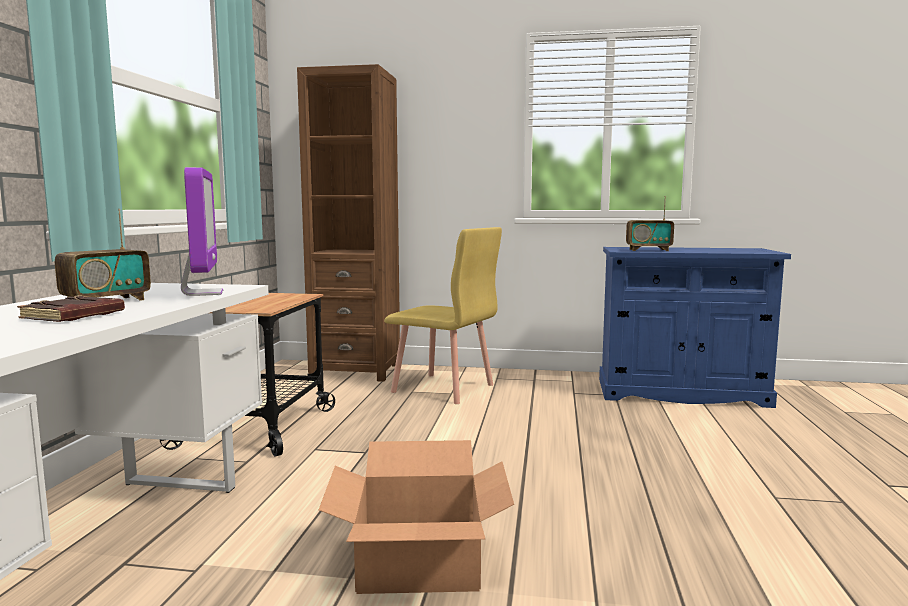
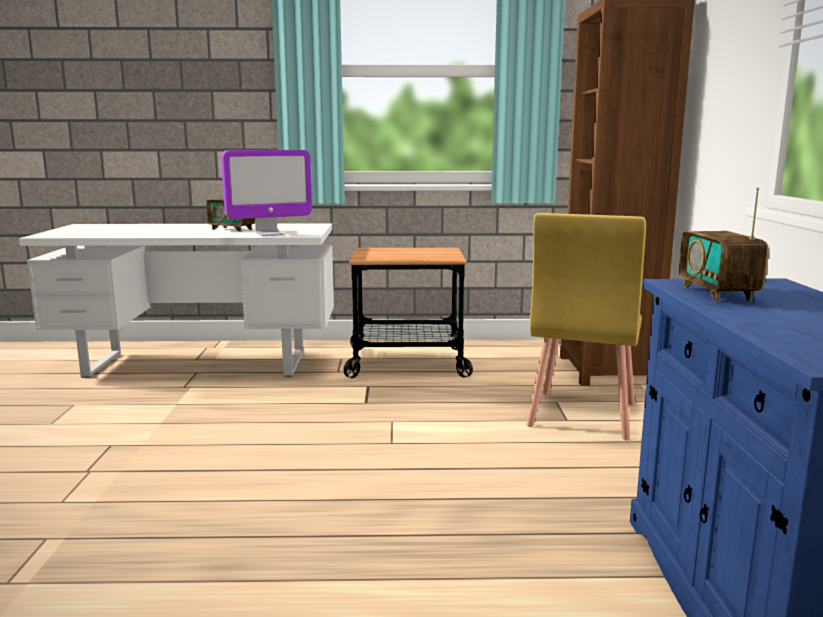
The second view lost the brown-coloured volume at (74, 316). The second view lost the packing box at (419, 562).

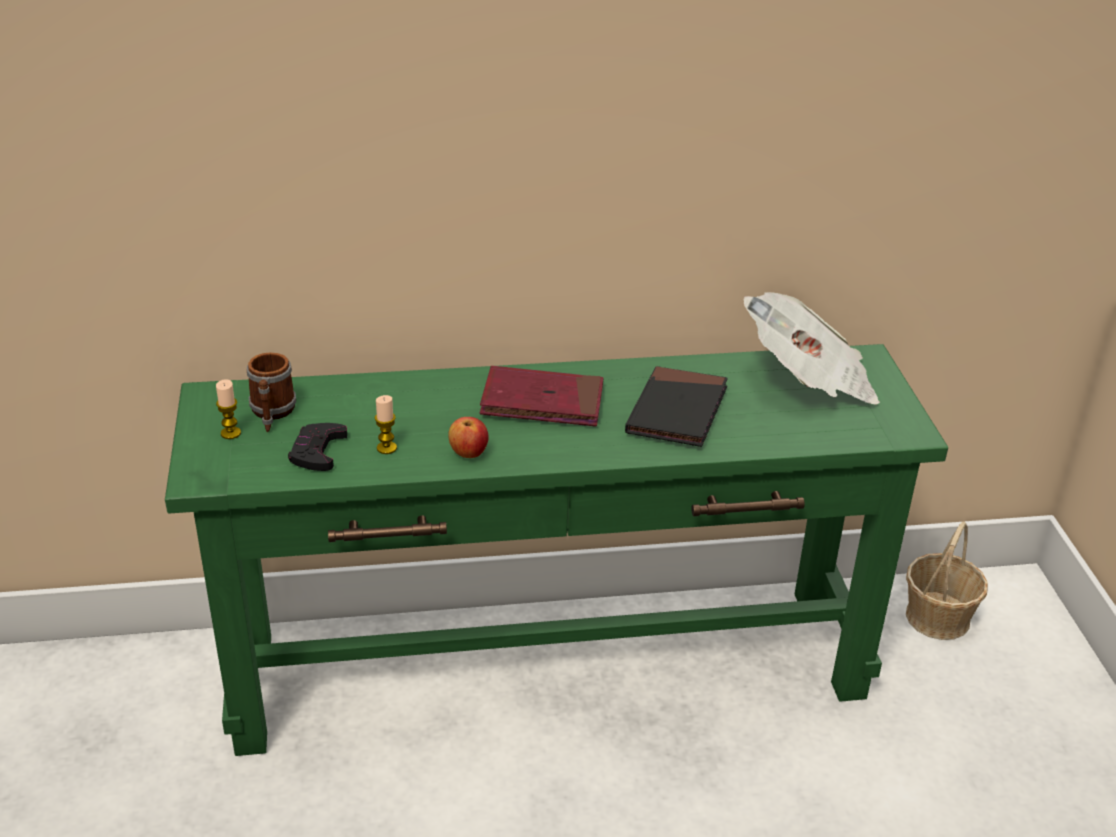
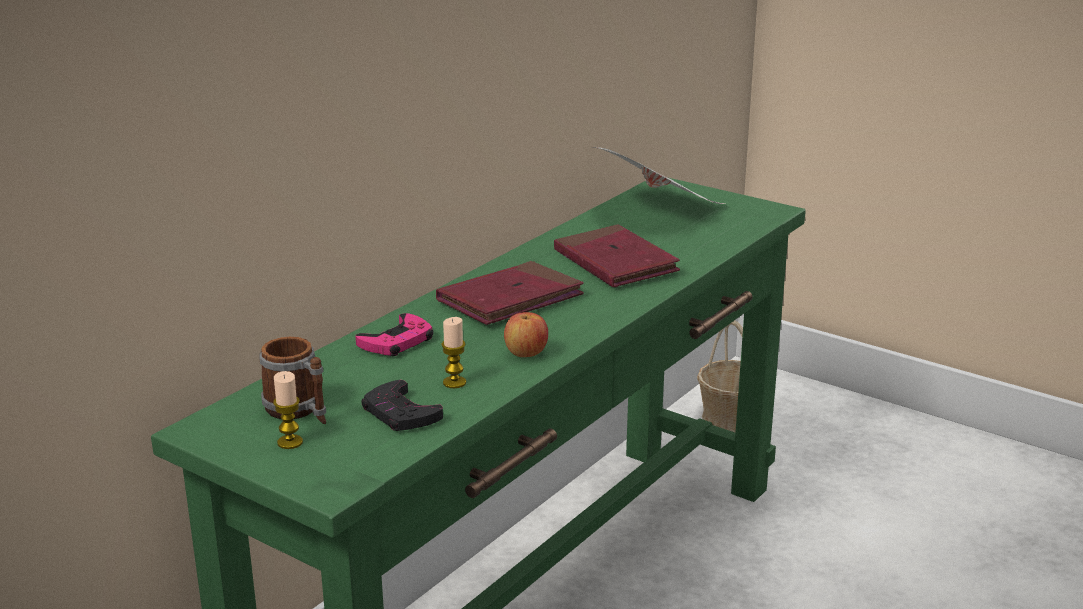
The second view gained the pinkish gamepad at (397, 342). What was the black volume at (677, 412) turned into the red volume at (615, 262).

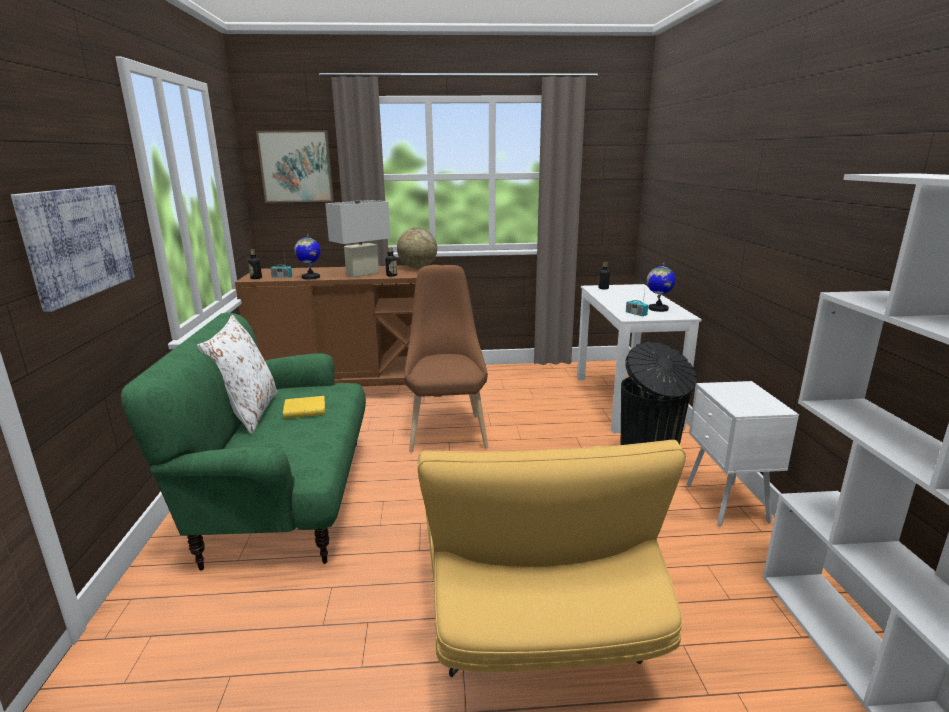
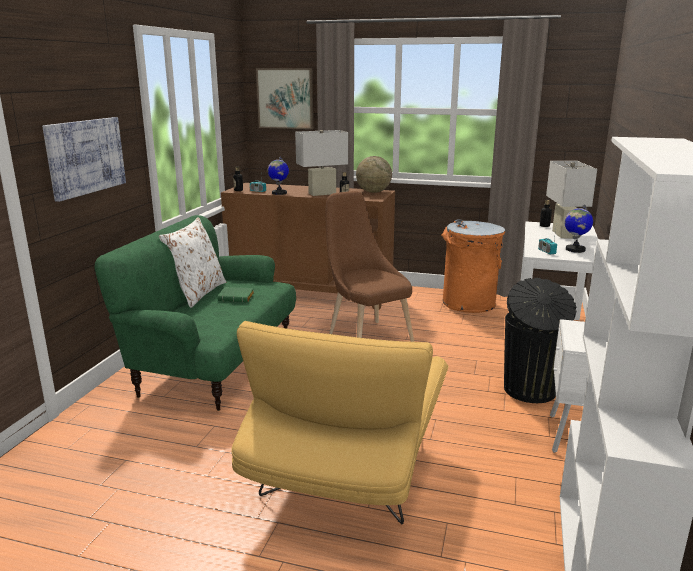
What was the yellowish volume at (306, 410) turned into the green volume at (237, 298). The brown-coloured chair at (447, 430) ended up facing another way, 45 degrees counterclockwise from before. The second view gained the orange waste bin at (468, 304). The second view gained the whitish table lamp at (563, 234).

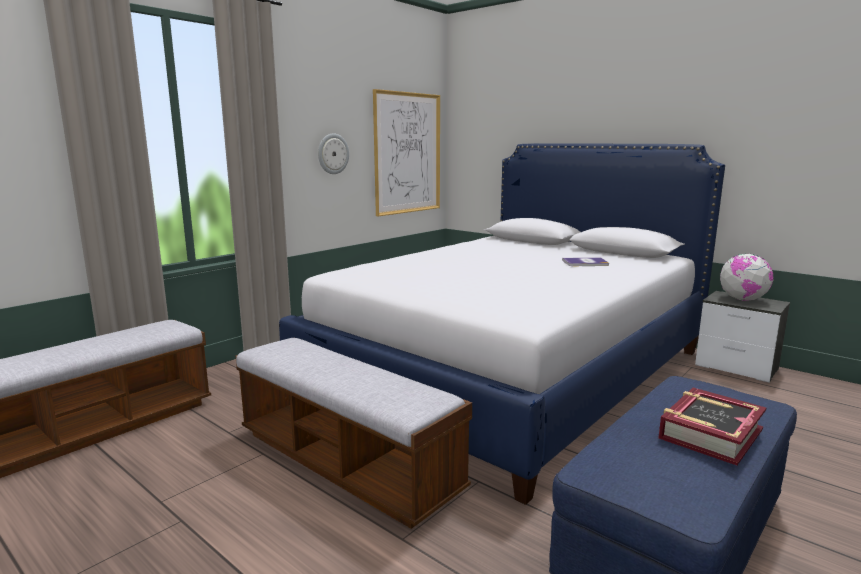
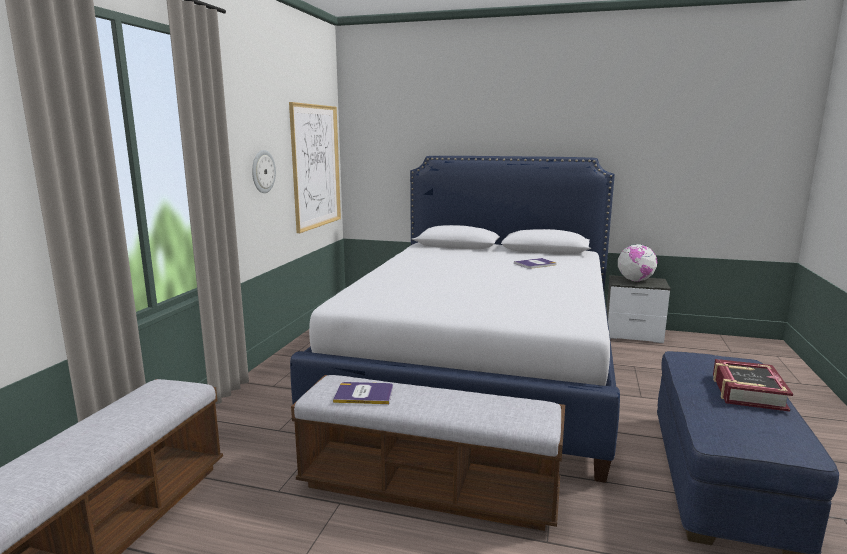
The second view gained the volume at (364, 394).

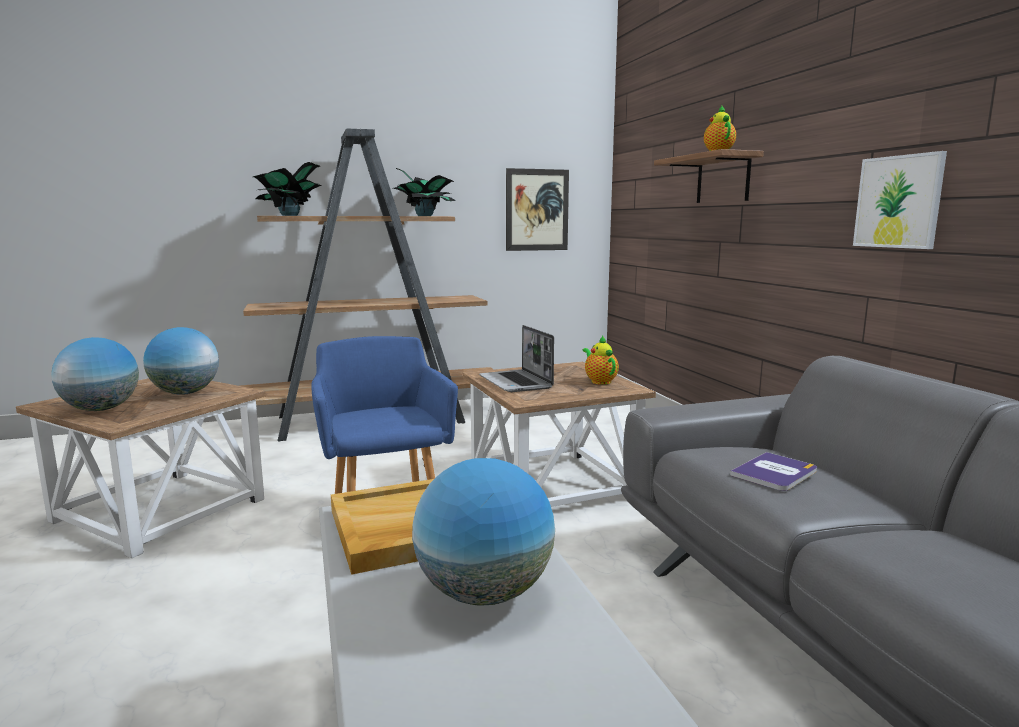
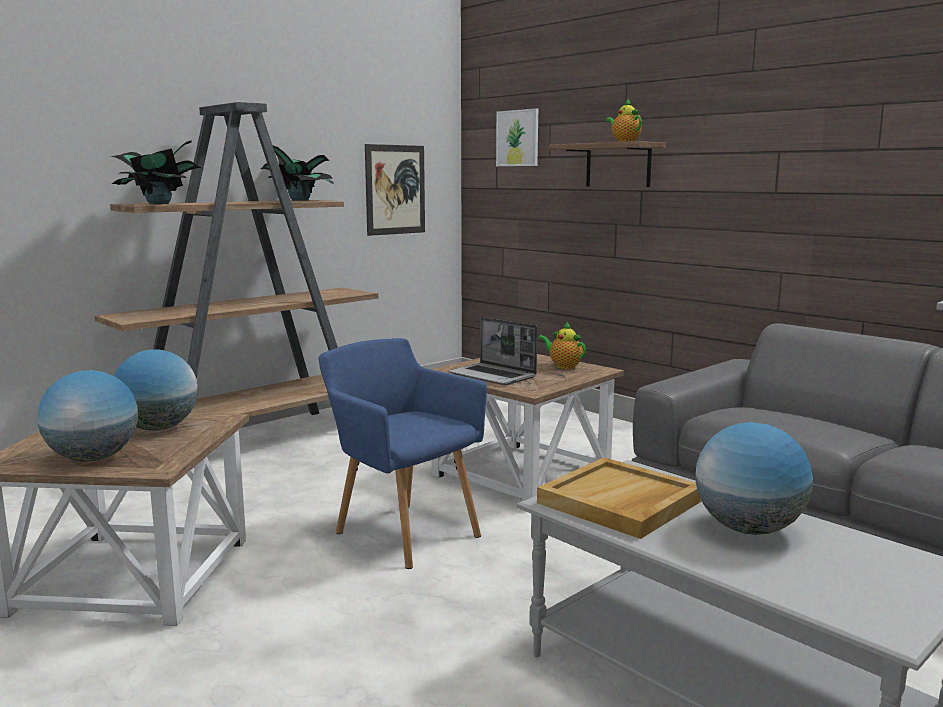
The picture ended up elsewhere, having gone from (898, 202) to (517, 138). The second view lost the volume at (774, 473).

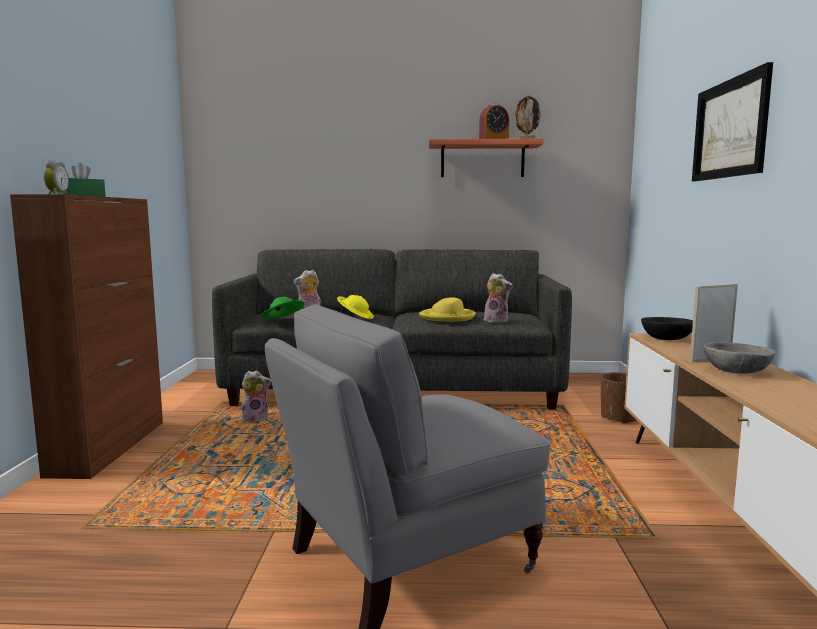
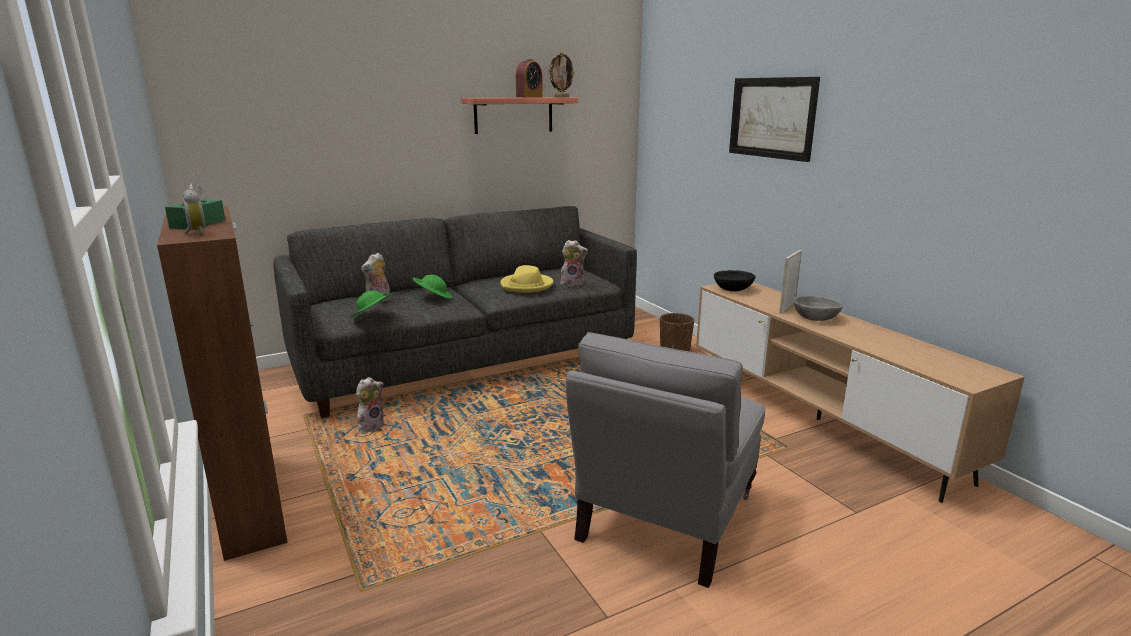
What was the yellowish wearable hat at (355, 317) turned into the green wearable hat at (433, 298).

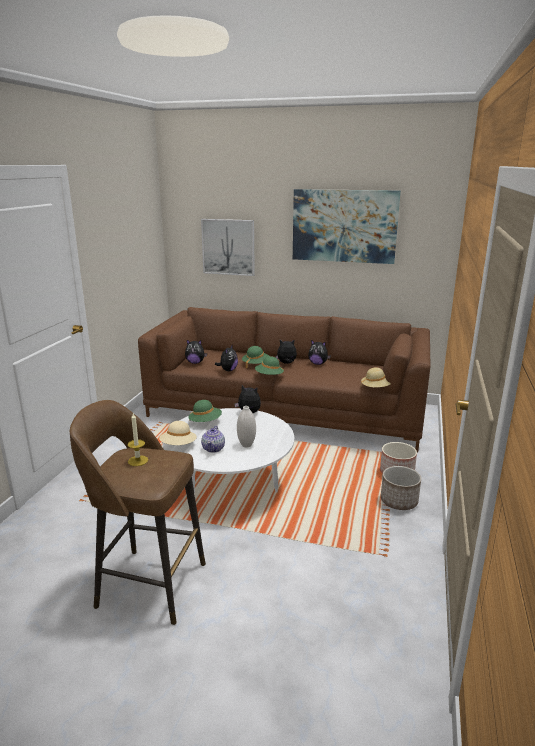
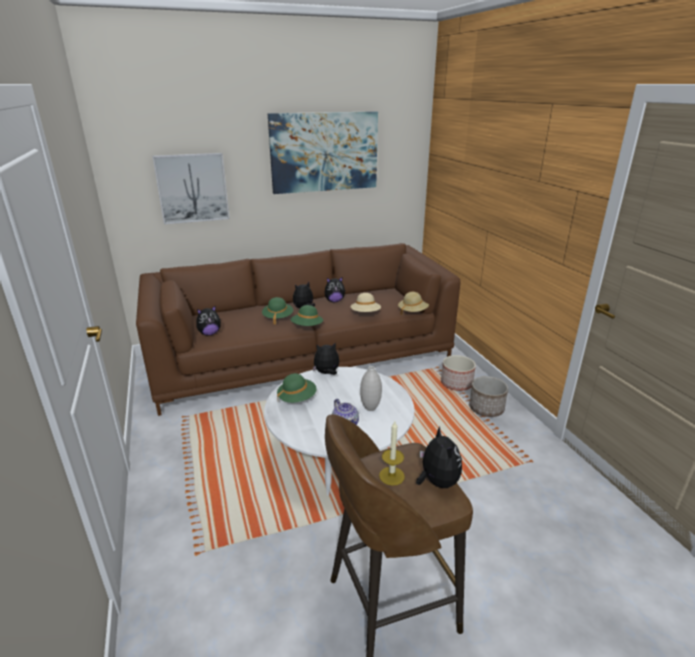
The beige wearable hat ended up elsewhere, having gone from (178, 445) to (365, 313). The cuddly toy ended up elsewhere, having gone from (228, 370) to (437, 482).

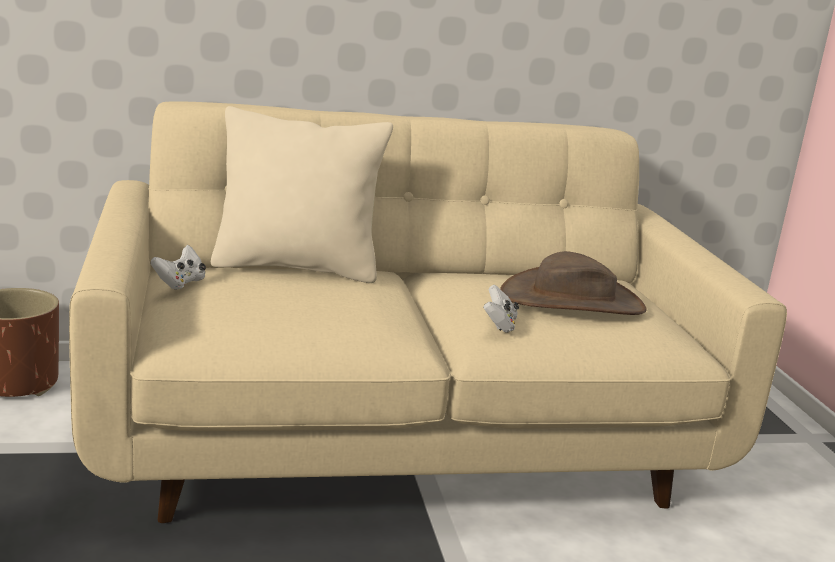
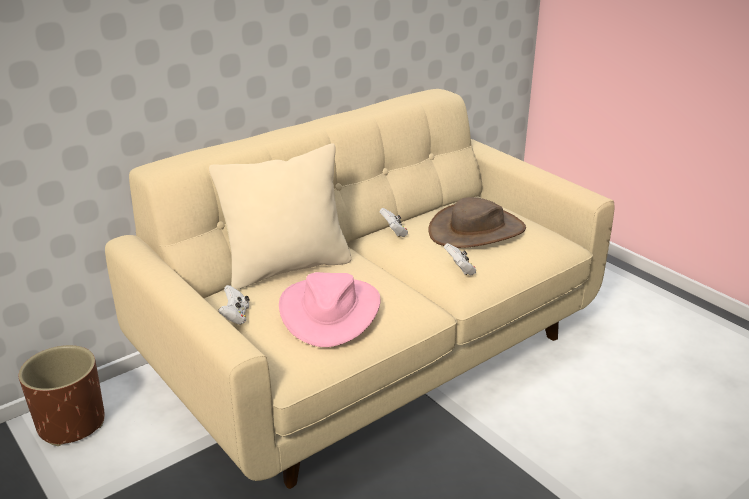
The second view gained the pinkish wearable hat at (329, 311). The second view gained the whitish gamepad at (394, 232).

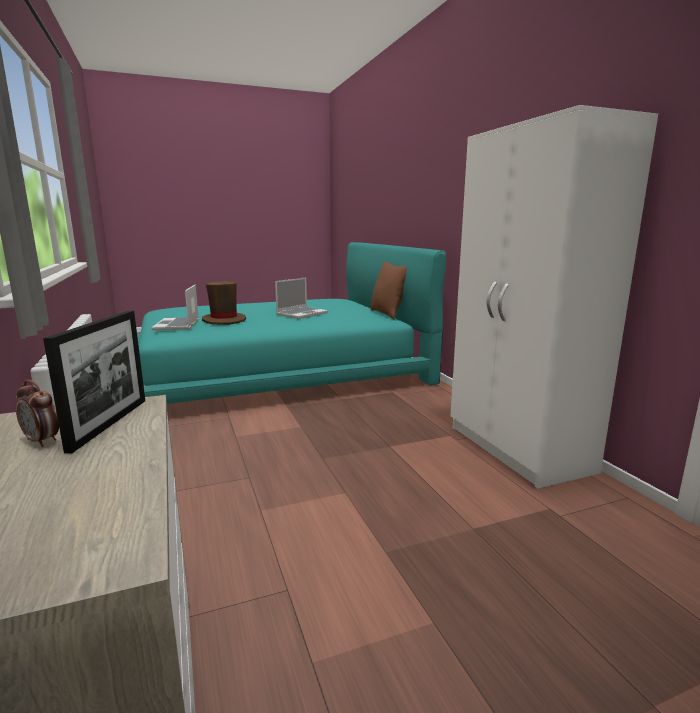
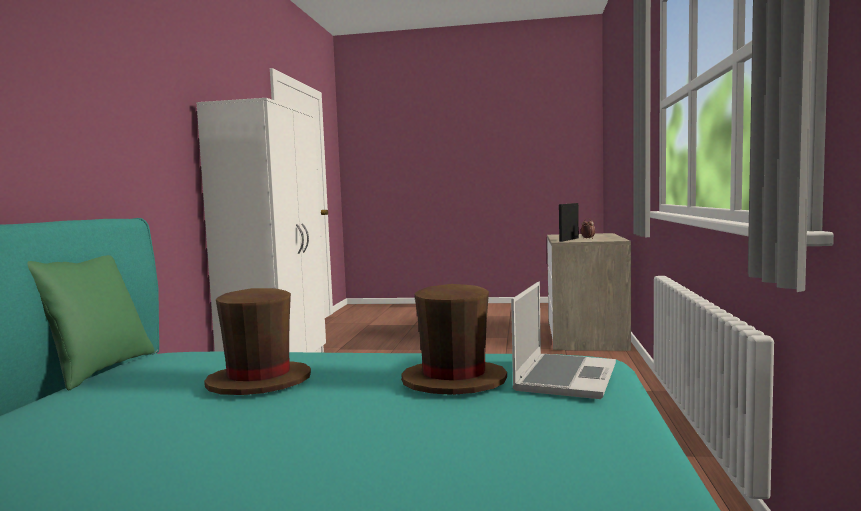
What was the brown-coloured throw pillow at (388, 314) turned into the green throw pillow at (99, 370). Where the notebook computer stood at (302, 314), the brown-coloured wearable hat came to stand at (258, 382).

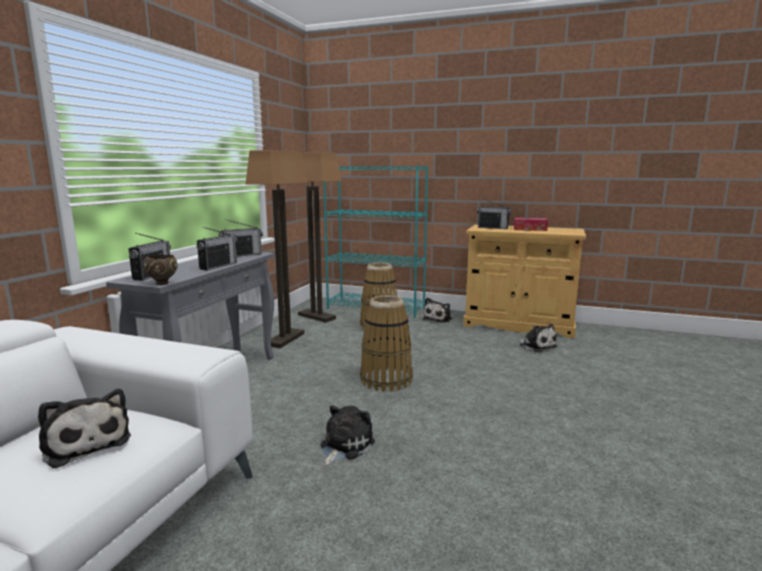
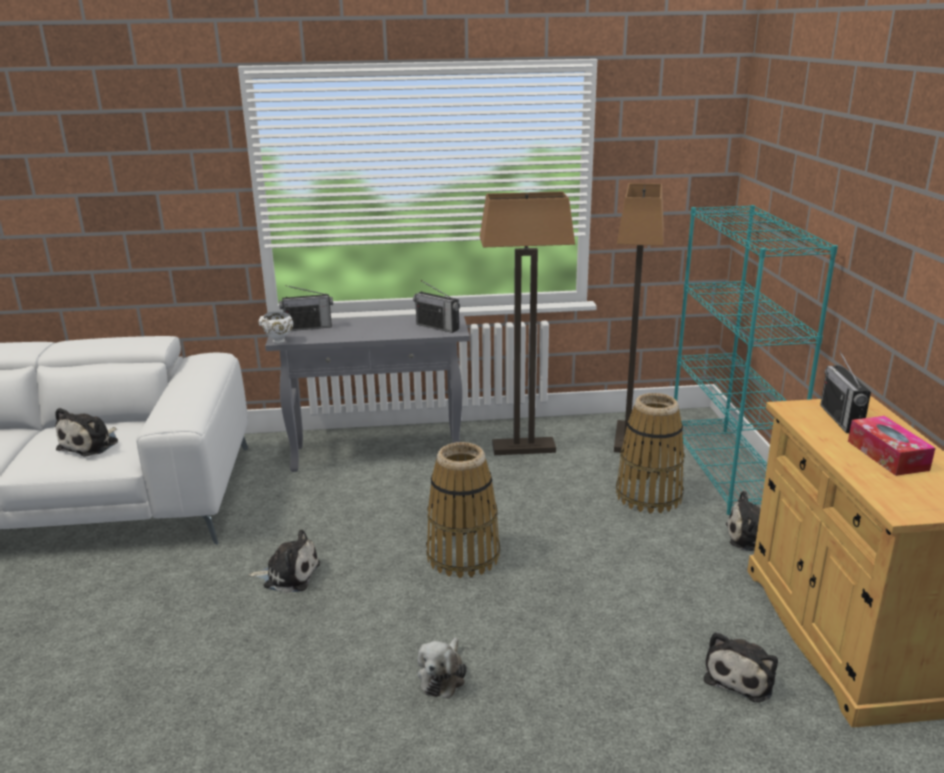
What was the brown-coloured serving bowl at (163, 283) turned into the whitish serving bowl at (279, 341). The second view gained the cuddly toy at (443, 676). The second view lost the radio receiver at (218, 266).

